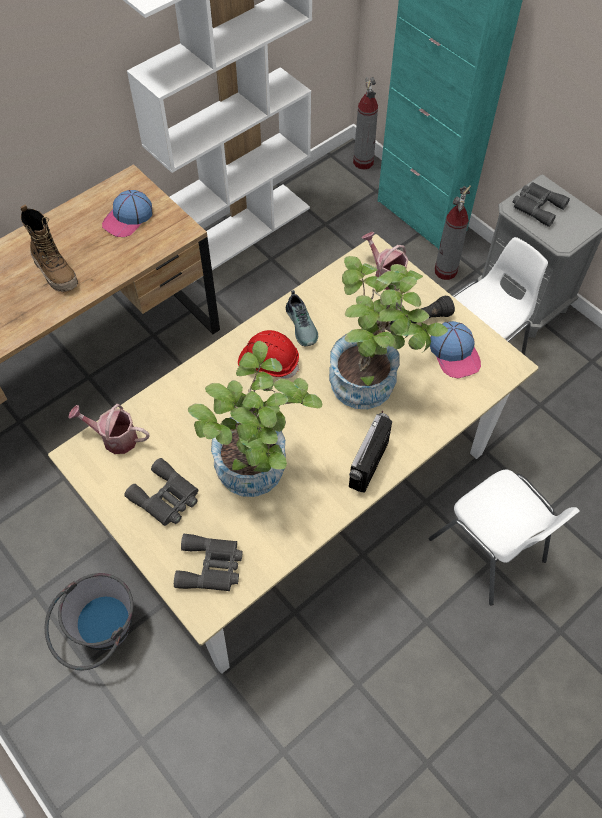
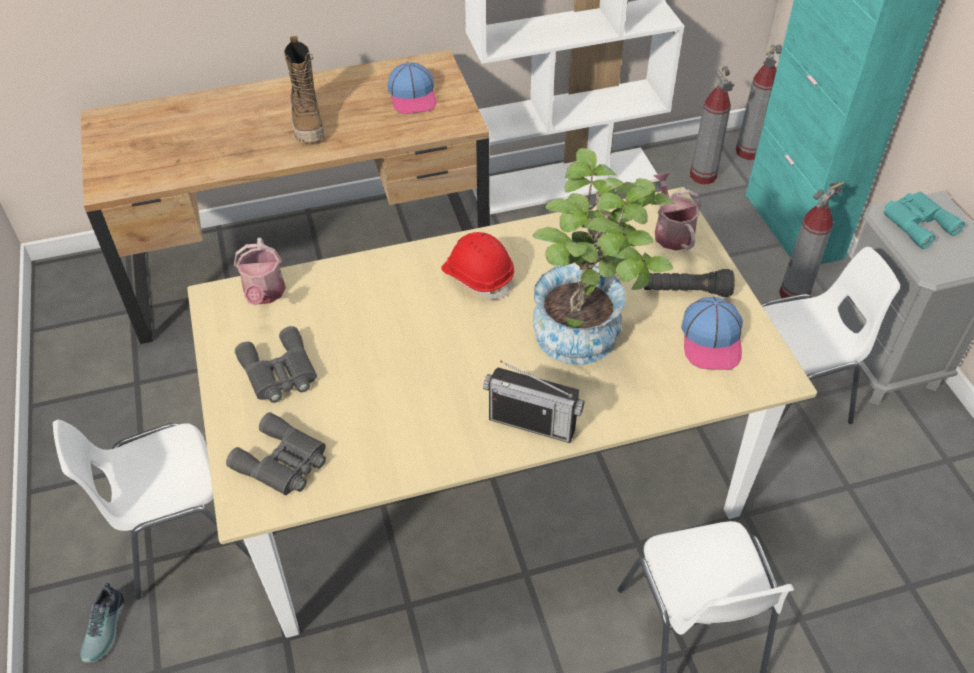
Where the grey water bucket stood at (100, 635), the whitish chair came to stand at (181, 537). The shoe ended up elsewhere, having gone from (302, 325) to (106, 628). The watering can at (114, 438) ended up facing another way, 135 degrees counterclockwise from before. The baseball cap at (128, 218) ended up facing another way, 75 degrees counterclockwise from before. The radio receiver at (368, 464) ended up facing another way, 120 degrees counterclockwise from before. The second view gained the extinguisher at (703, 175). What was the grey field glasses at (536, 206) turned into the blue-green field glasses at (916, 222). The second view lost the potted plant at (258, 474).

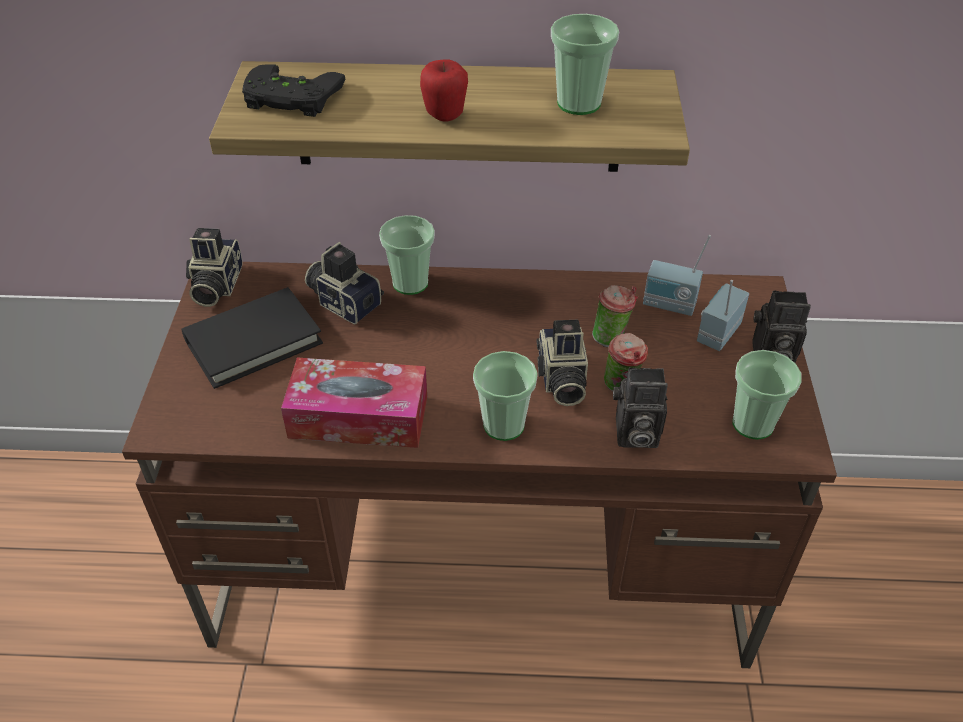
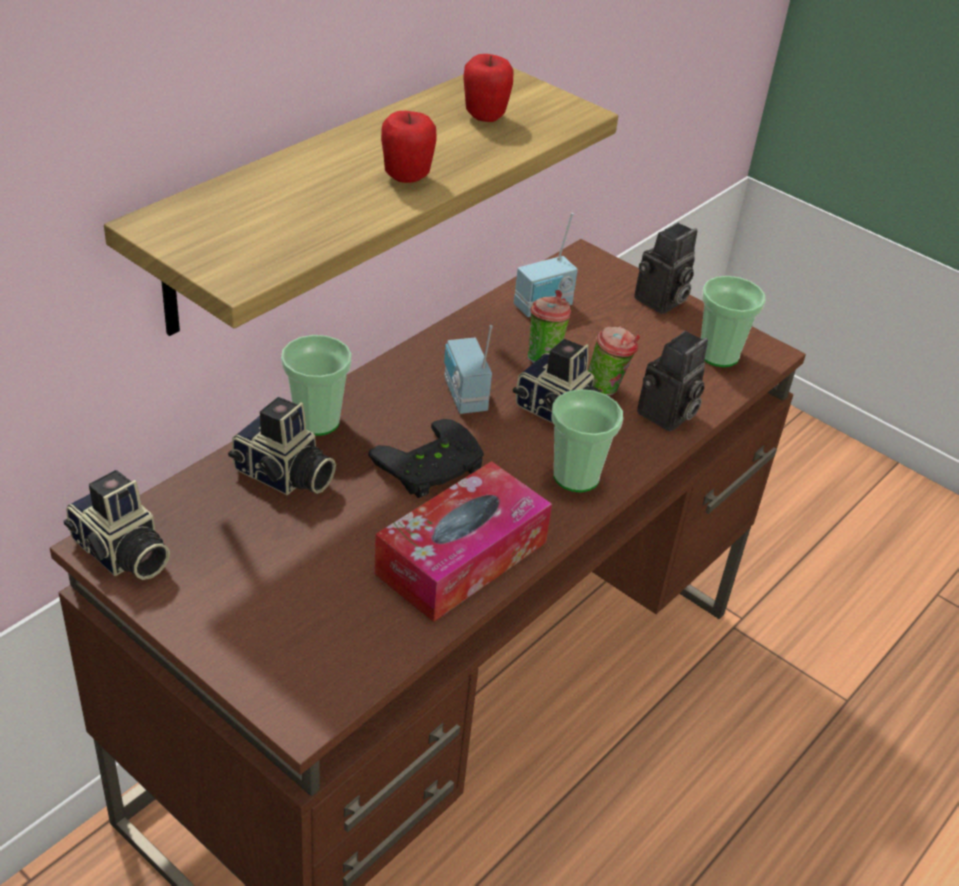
The still camera at (345, 301) ended up facing another way, 135 degrees counterclockwise from before. The black gamepad ended up elsewhere, having gone from (290, 99) to (432, 468). The radio receiver ended up elsewhere, having gone from (716, 333) to (463, 396). Where the drinking cup stood at (579, 103), the apple fruit came to stand at (484, 117). The second view lost the black volume at (253, 341).

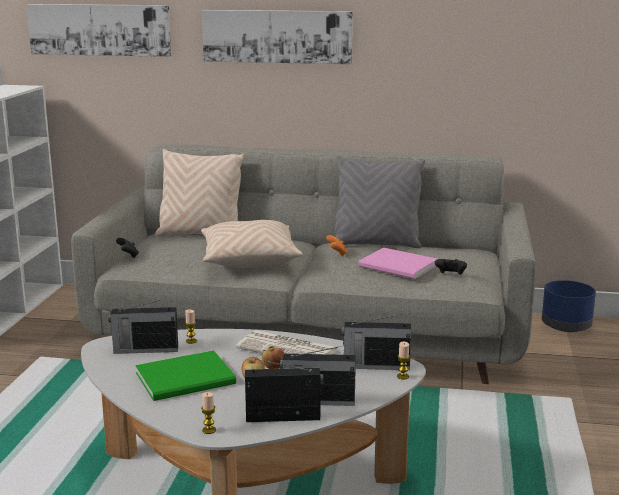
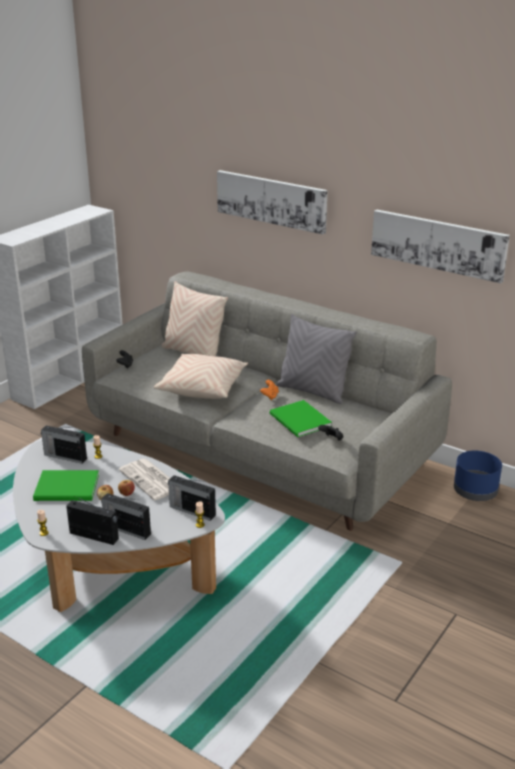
What was the pinkish volume at (399, 266) turned into the green volume at (300, 421). The picture ended up elsewhere, having gone from (100, 29) to (438, 244).

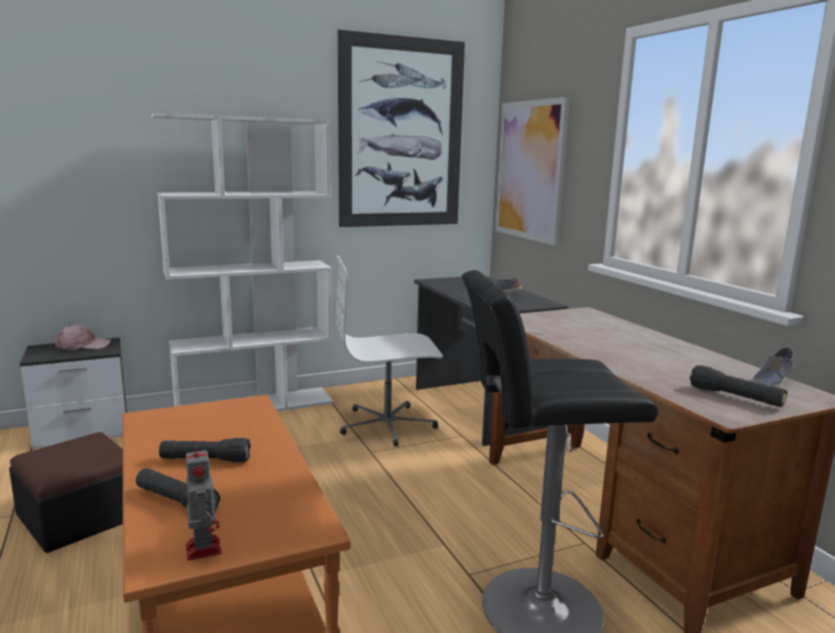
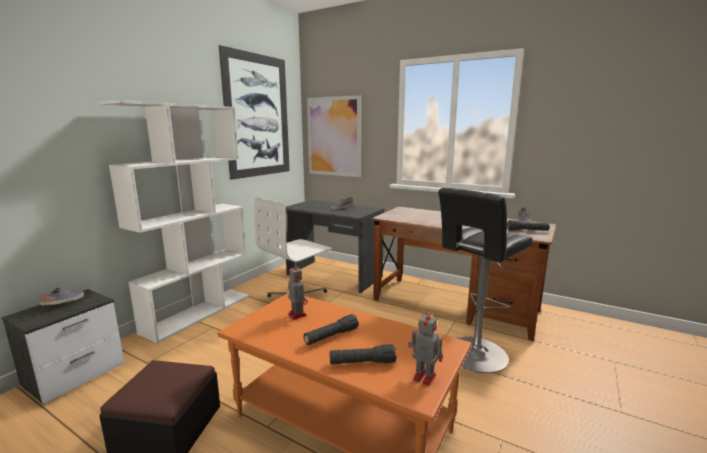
Where the pinkish baseball cap stood at (83, 345), the shoe came to stand at (65, 302). The second view gained the robot figure at (297, 314).

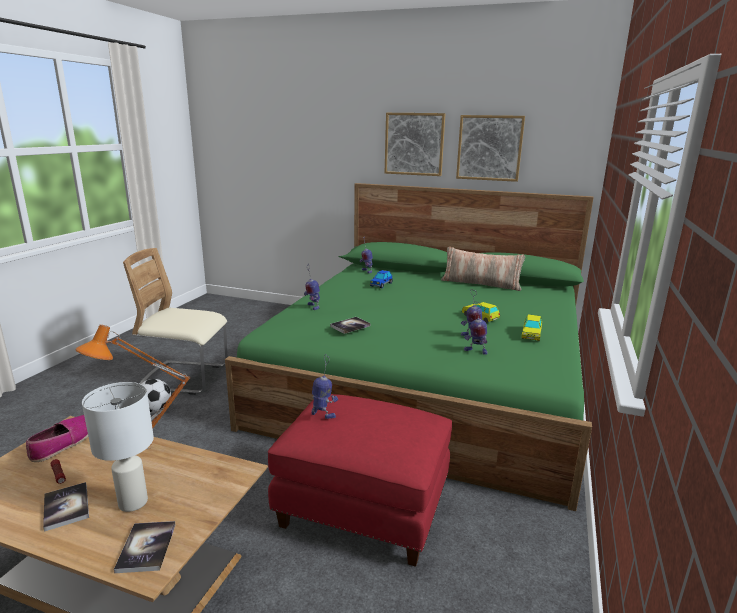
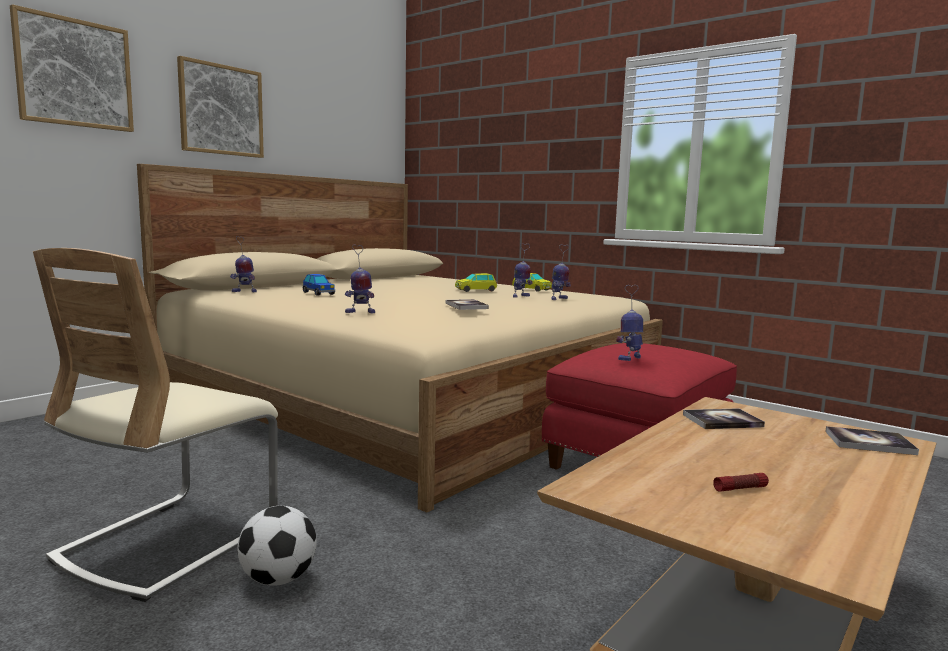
The picture ended up elsewhere, having gone from (489, 148) to (74, 73). What was the green sleeping bed at (429, 380) turned into the beige sleeping bed at (409, 397). The volume ended up elsewhere, having gone from (66, 507) to (722, 421). The second view lost the shoe at (64, 443). The second view lost the orange table lamp at (148, 450). The second view lost the whitish table lamp at (132, 502). The second view lost the throw pillow at (481, 284).

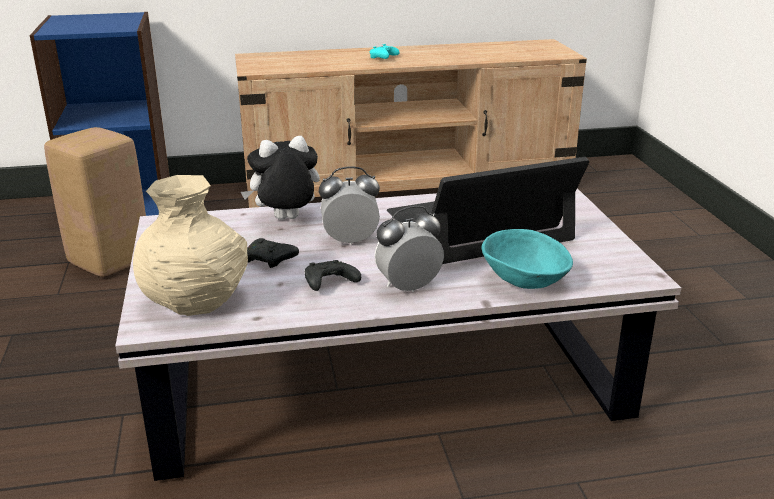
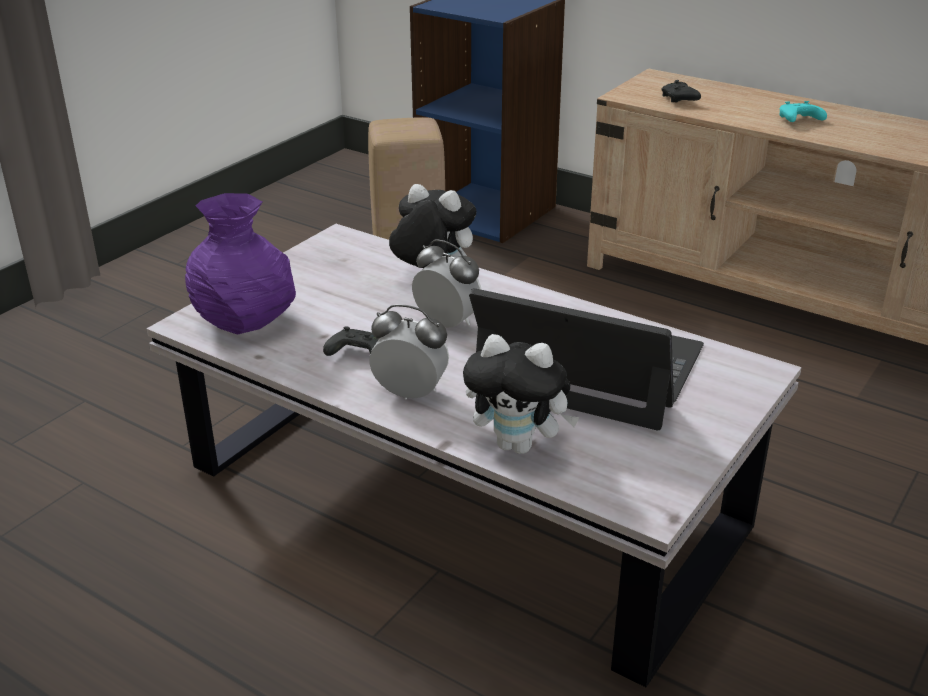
What was the beige vase at (198, 301) turned into the purple vase at (246, 321). Where the blue-green serving bowl stood at (525, 281), the cuddly toy came to stand at (519, 445). The black gamepad ended up elsewhere, having gone from (270, 260) to (679, 100).

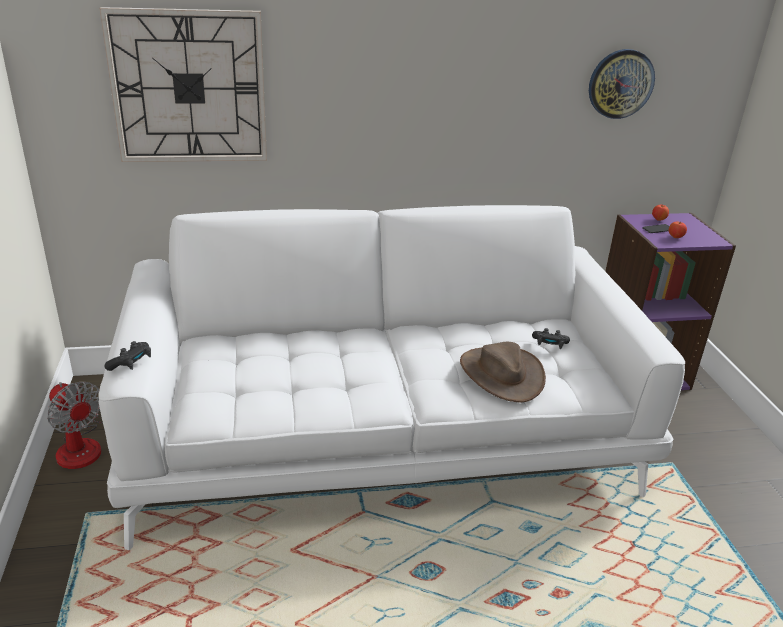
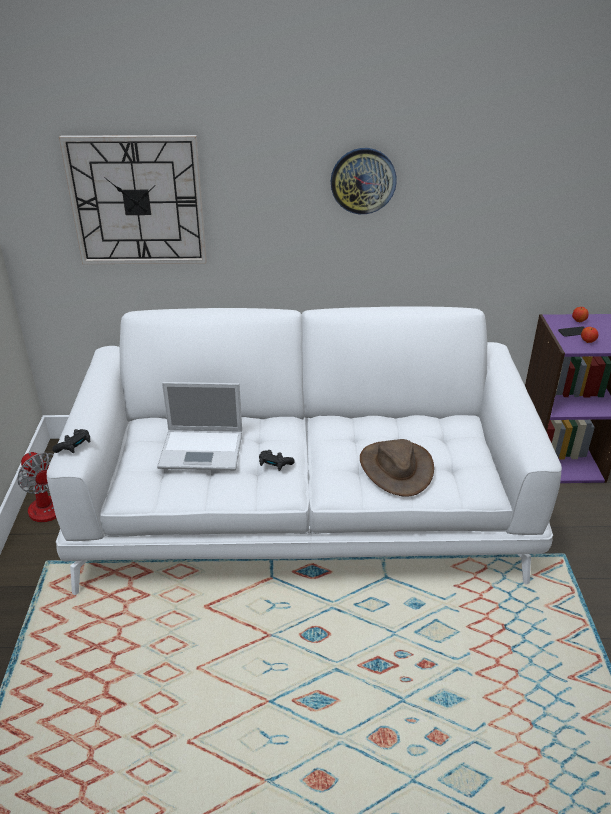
The second view gained the notebook computer at (203, 450). The black gamepad ended up elsewhere, having gone from (549, 344) to (274, 465). The clock on the wall ended up elsewhere, having gone from (620, 84) to (363, 181).

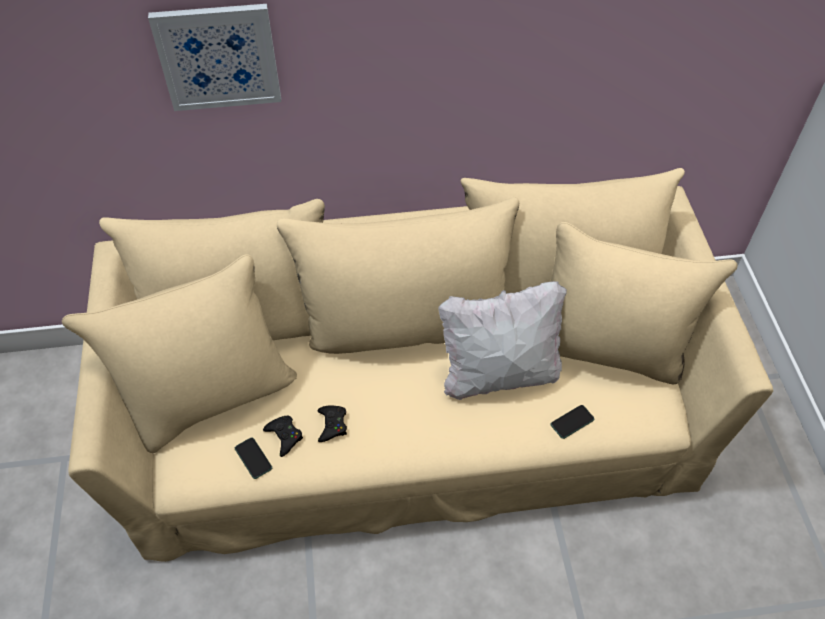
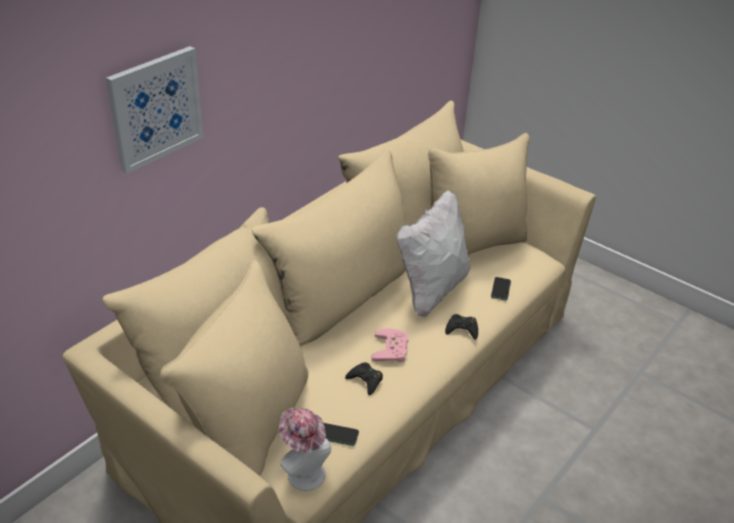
The second view gained the wearable hat at (303, 471). The second view gained the pinkish gamepad at (393, 349). The black gamepad ended up elsewhere, having gone from (284, 436) to (462, 329).

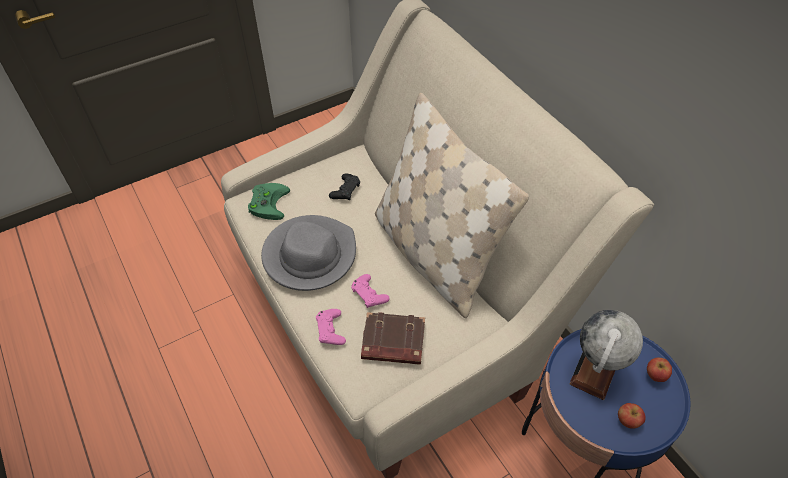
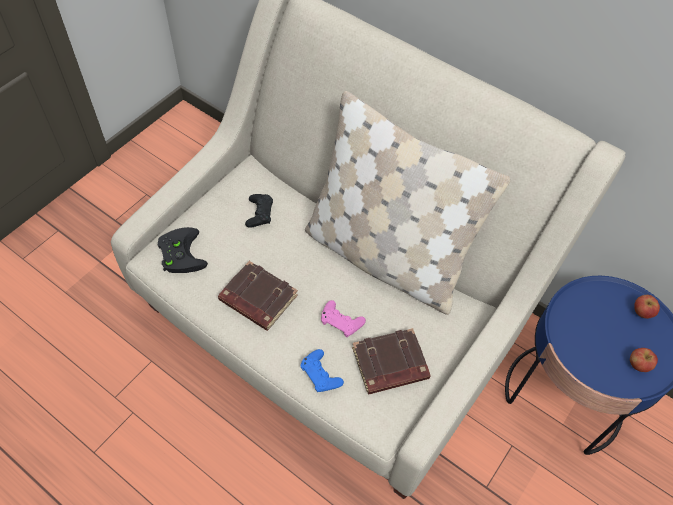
What was the green gamepad at (267, 202) turned into the black gamepad at (179, 252). Where the grey wearable hat stood at (309, 255), the brown-coloured volume came to stand at (257, 299). What was the pinkish gamepad at (330, 330) turned into the blue gamepad at (320, 374). The second view lost the globe at (594, 371).

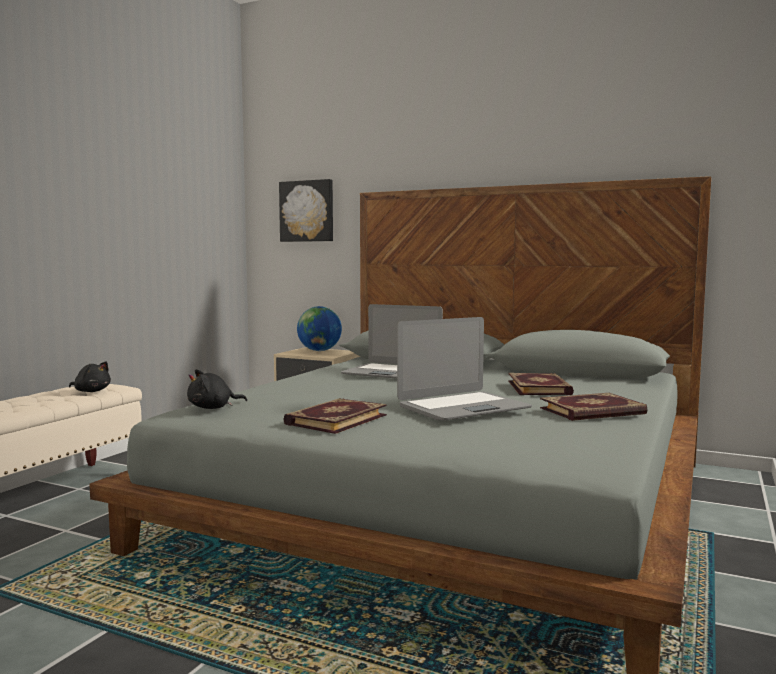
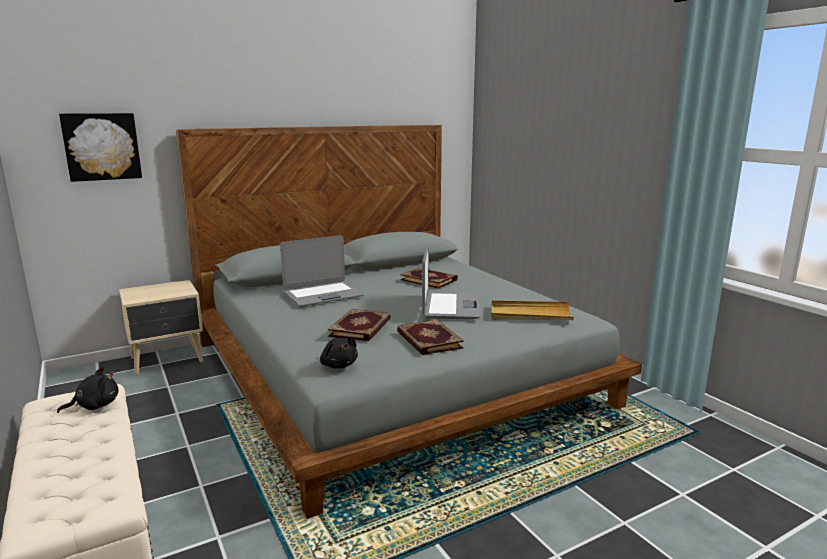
The black cuddly toy at (213, 408) ended up facing another way, 45 degrees counterclockwise from before. The volume ended up elsewhere, having gone from (593, 411) to (361, 328). The second view gained the beige carrying tray at (530, 314). The second view lost the globe at (319, 351).

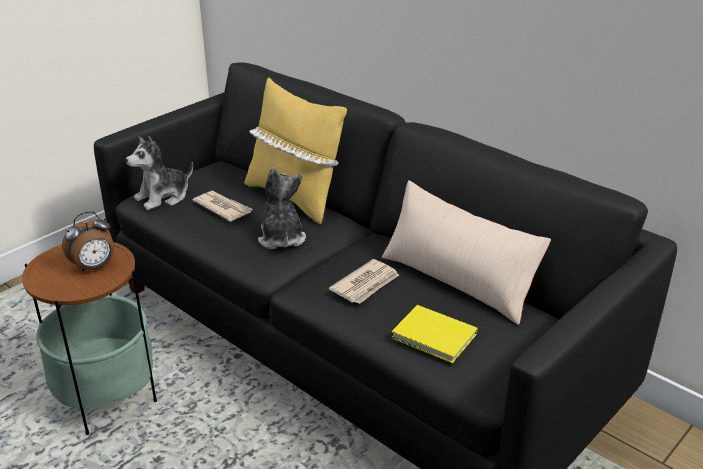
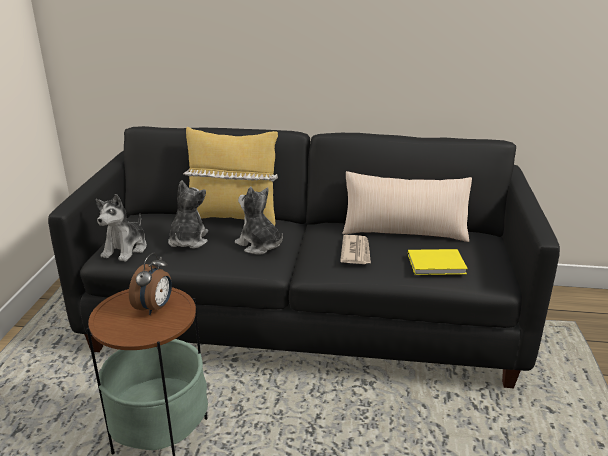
Where the daily paper stood at (223, 208), the cuddly toy came to stand at (188, 240).

